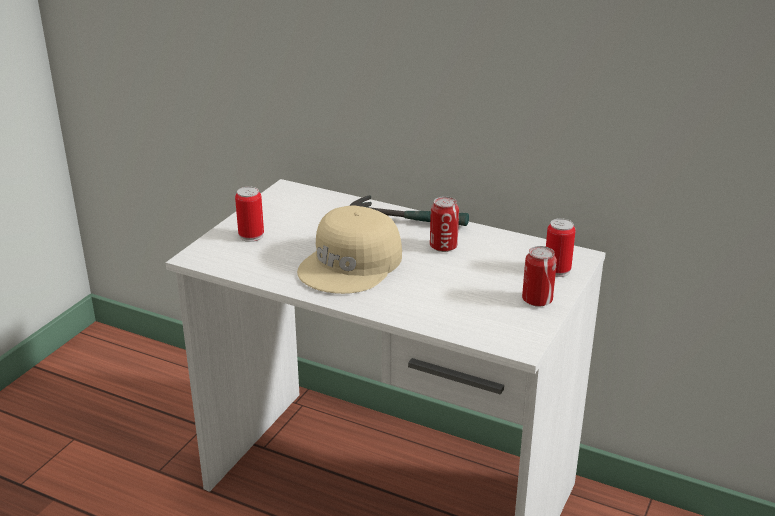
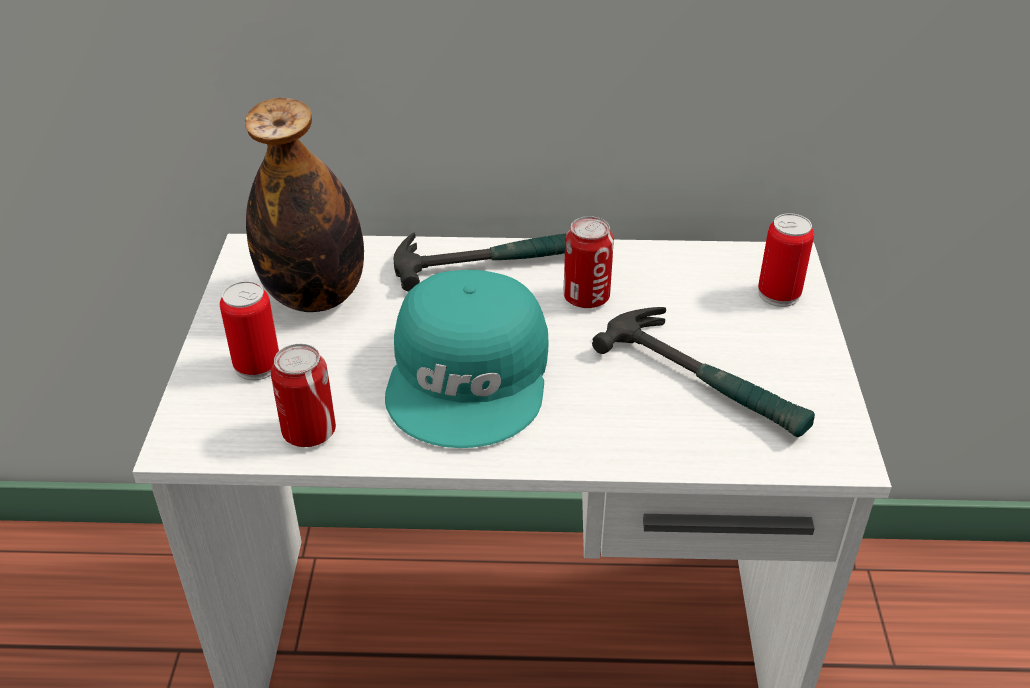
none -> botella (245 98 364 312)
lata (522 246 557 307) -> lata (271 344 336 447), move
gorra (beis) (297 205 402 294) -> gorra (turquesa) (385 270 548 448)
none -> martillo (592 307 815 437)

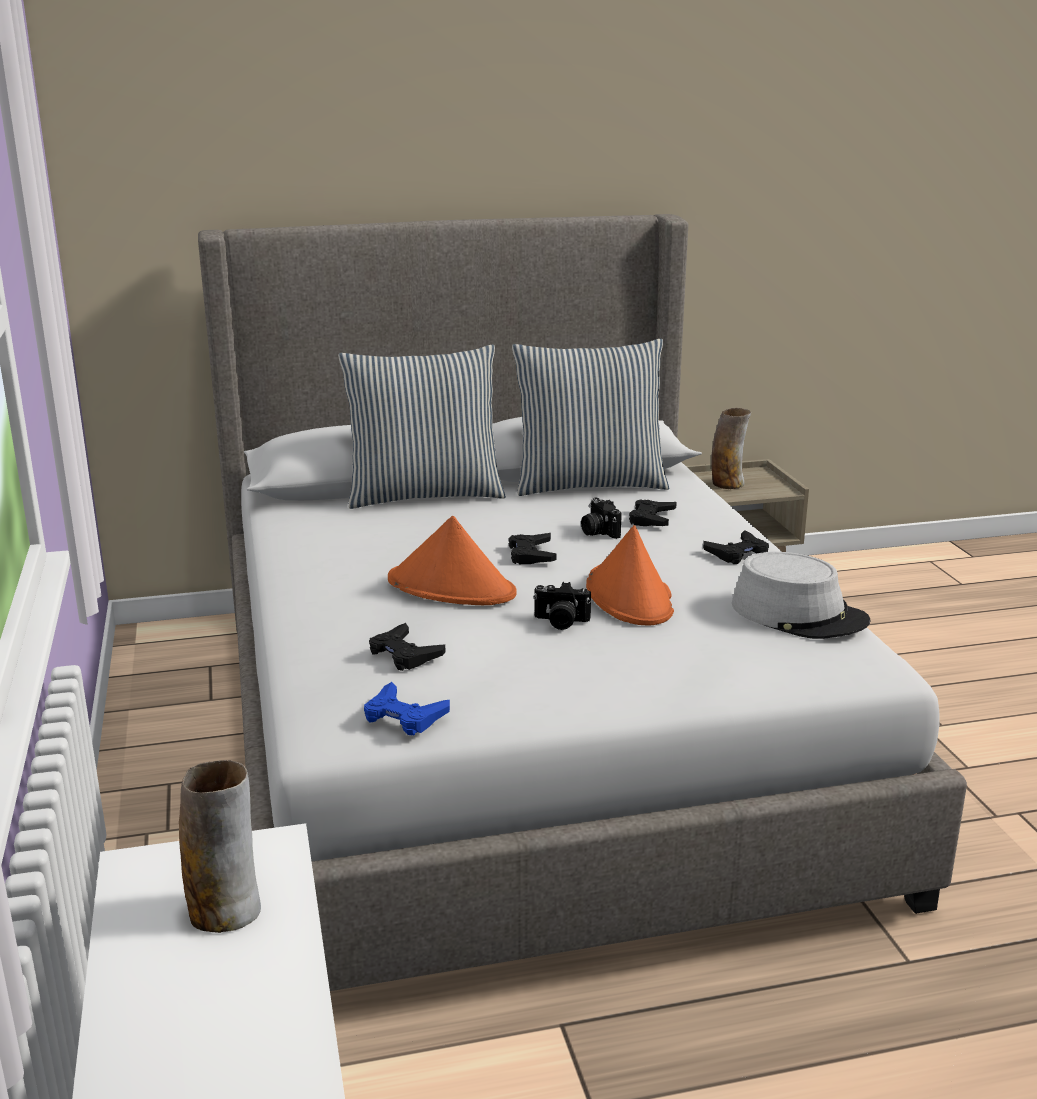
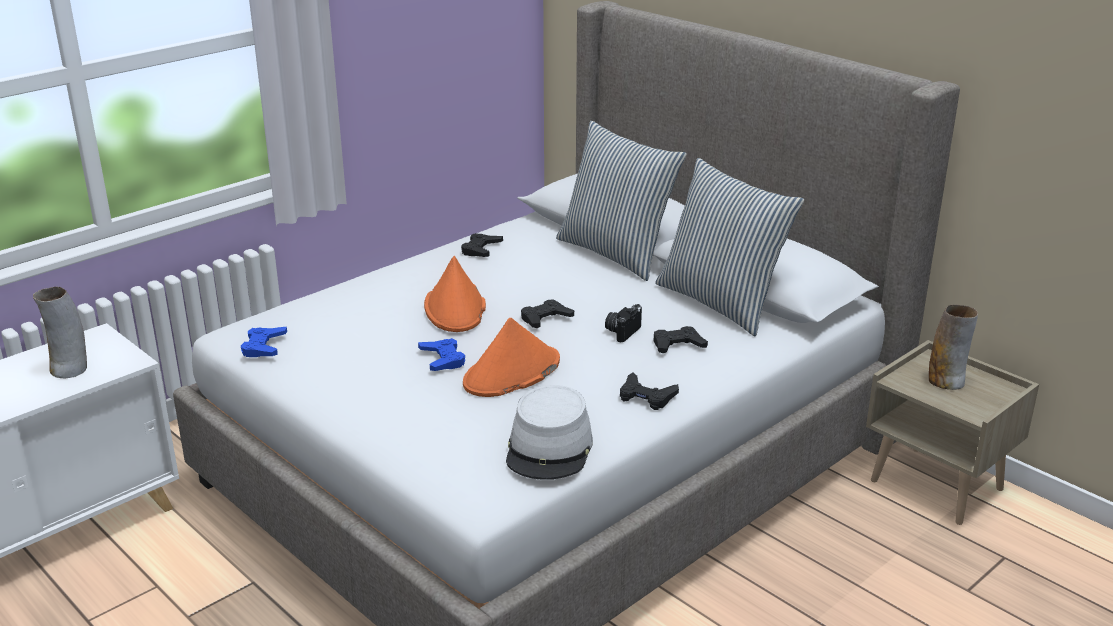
cámara (533 582 591 630) -> mando de consola (azul) (418 338 465 371)
mando de consola (negro) (369 623 445 671) -> mando de consola (negro) (461 233 503 257), move

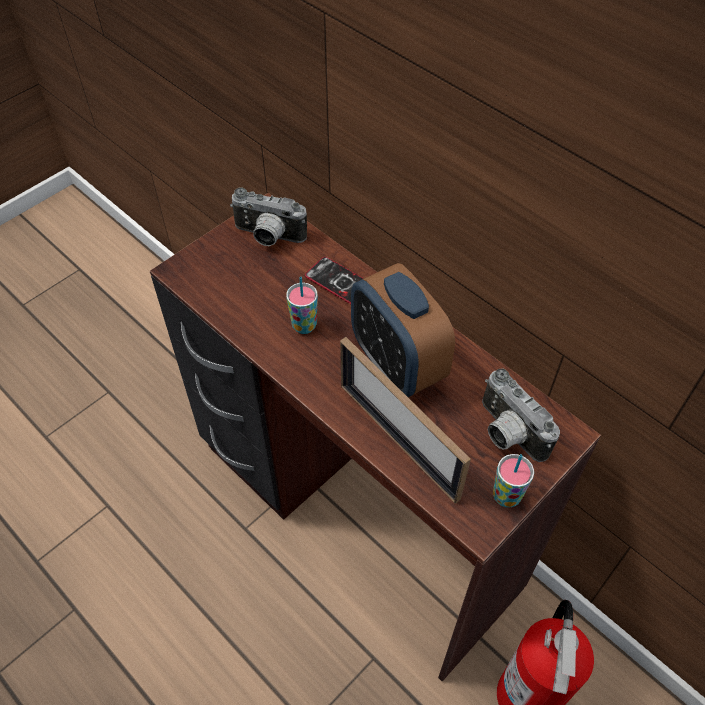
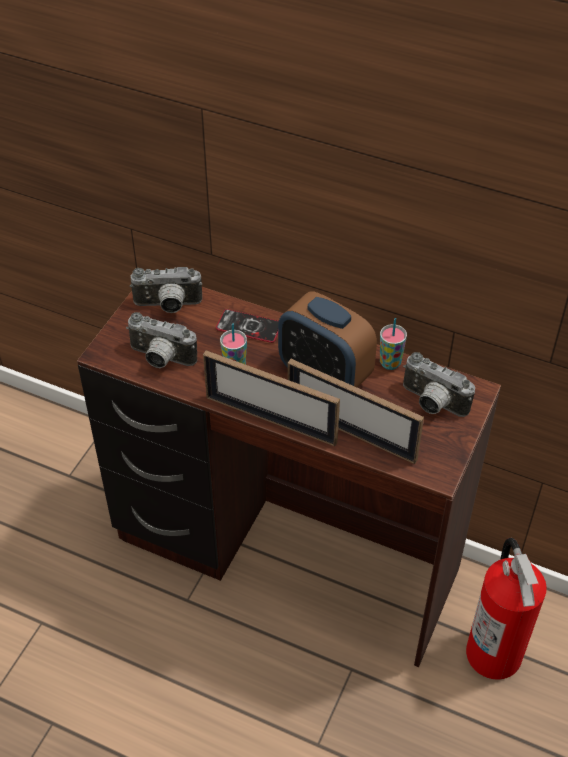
none -> cámara (126 312 197 368)
none -> portarretratos (203 350 340 446)
taza (493 454 534 508) -> taza (380 318 407 370), move

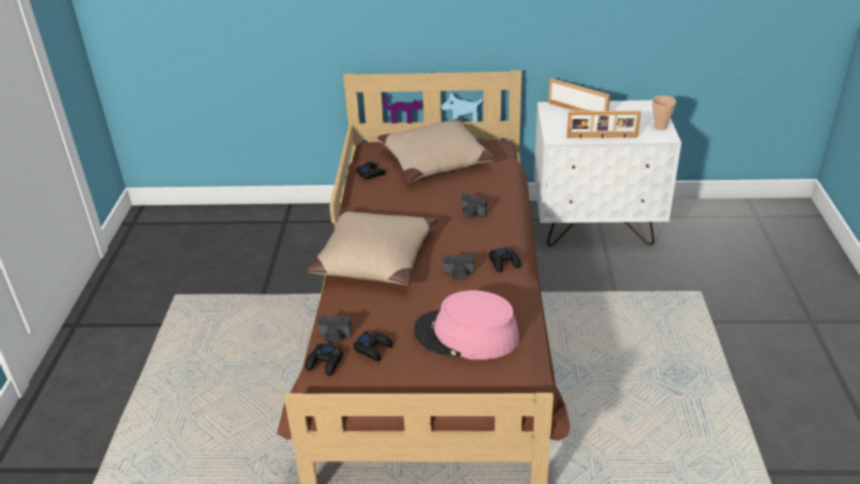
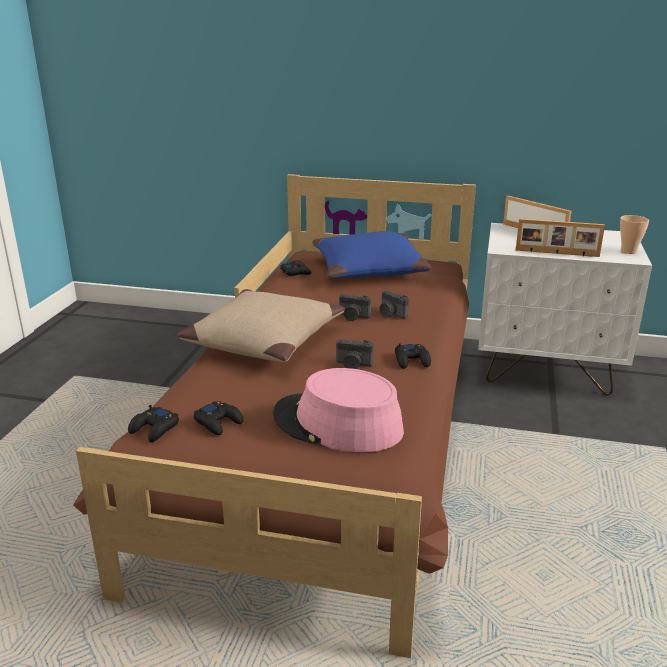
cojín (beis) (377 118 494 182) -> cojín (azul) (312 231 431 278)
cámara (317 315 352 344) -> cámara (339 294 371 321), move

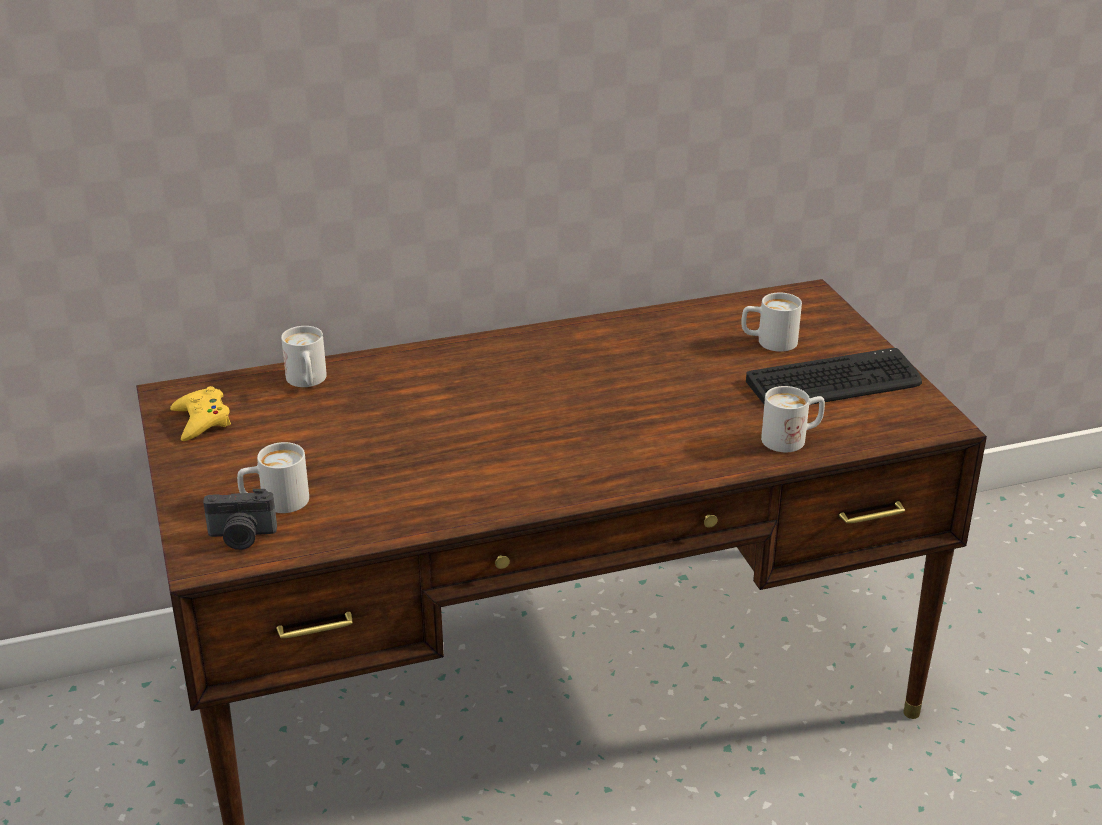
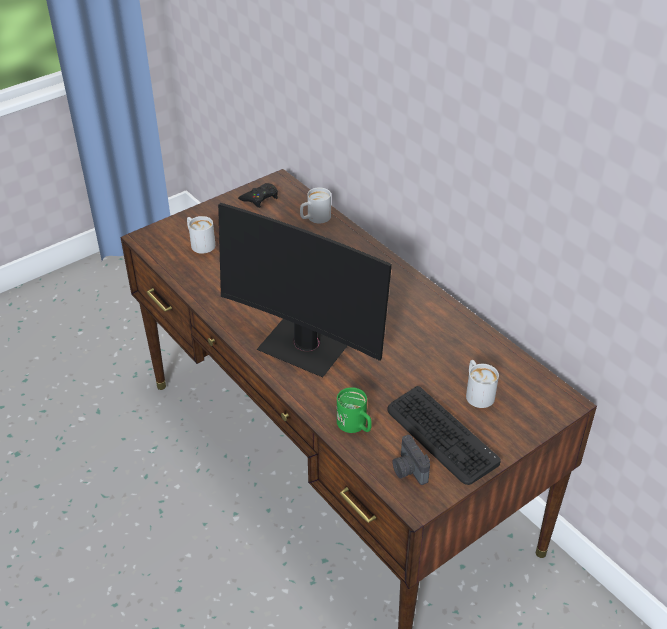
none -> monitor (218 203 392 377)
mando de consola (amarillo) (170 386 231 441) -> mando de consola (negro) (238 183 278 208)
taza grande (blanco) (761 386 825 452) -> taza grande (verde) (337 387 372 433)
cámara (203 489 277 550) -> cámara (393 435 430 485), move

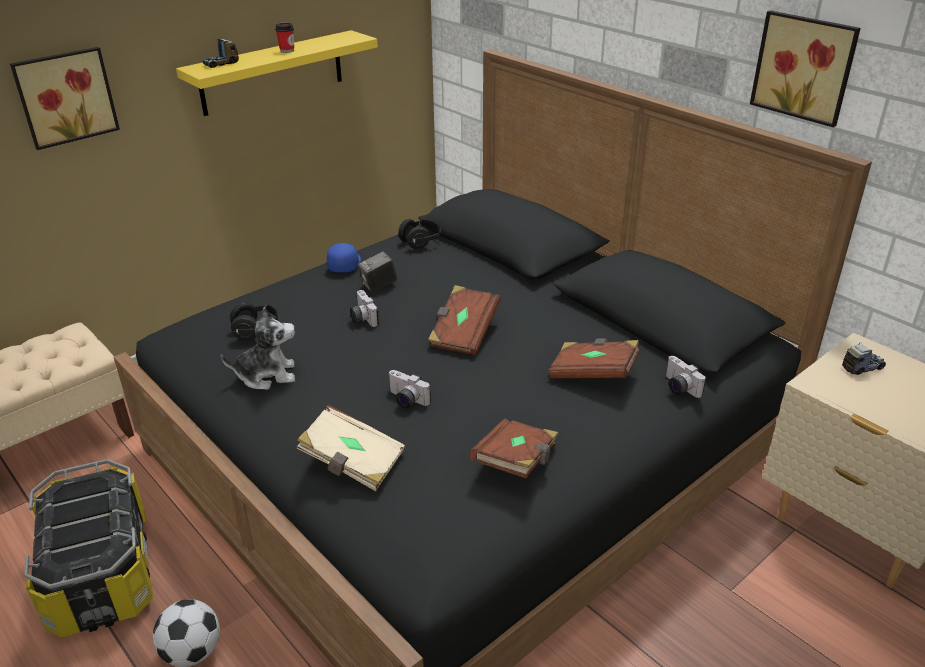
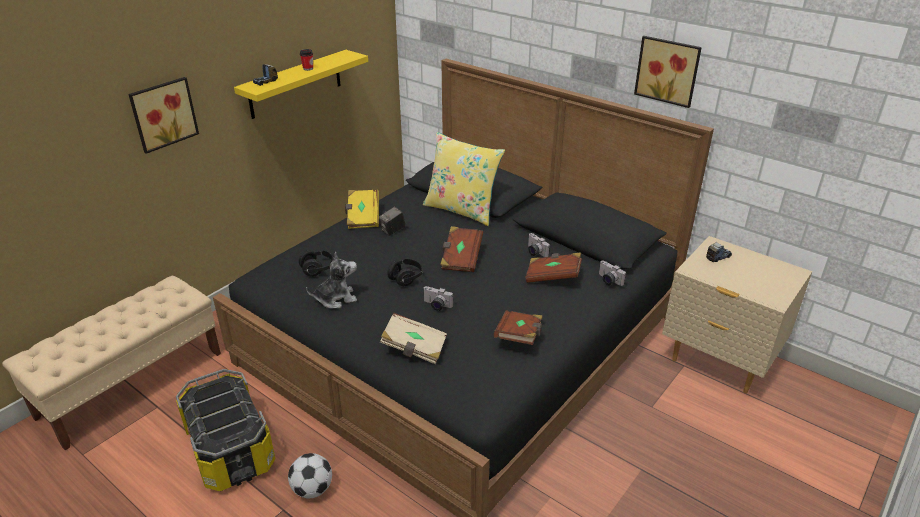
gorra (azul) (327 243 361 273) -> libro (amarillo) (345 190 379 229)
auriculares (negro) (398 219 441 249) -> auriculares (negro) (387 259 423 286), move
none -> cojín (amarillo) (423 132 505 226)
cámara (350 290 379 327) -> cámara (528 233 550 257), move

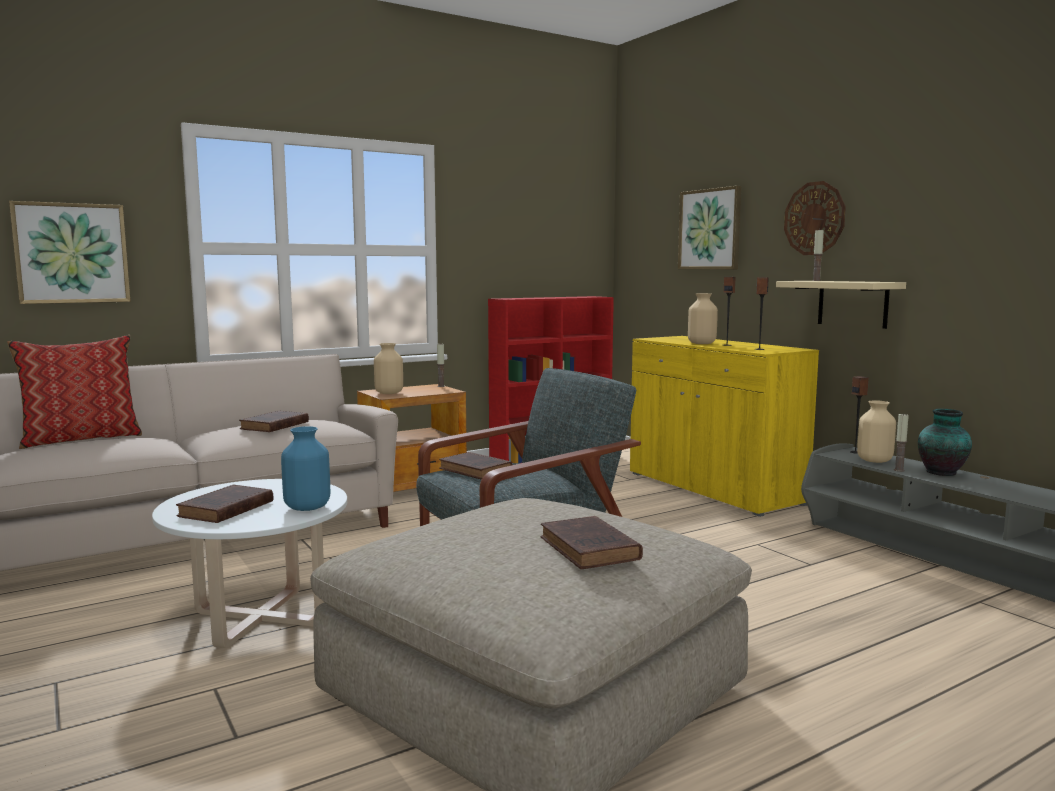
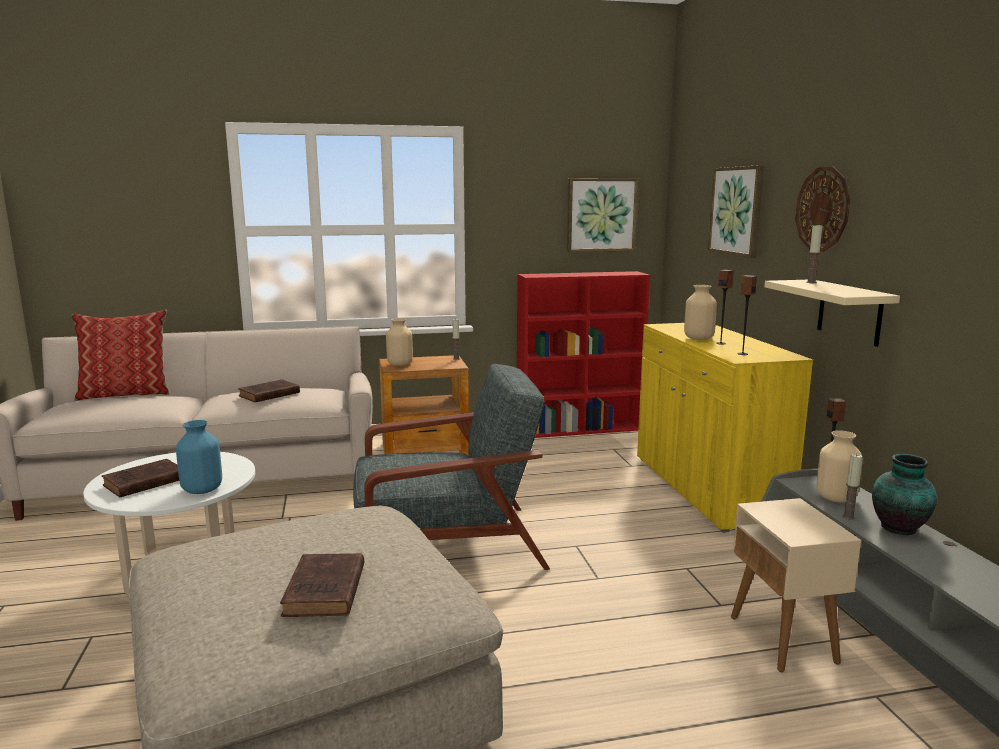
cuadro (9 201 131 304) -> cuadro (567 178 638 252), move
none -> mesa auxiliar (beis) (731 498 861 672)
libro (marrón) (439 452 513 480) -> none

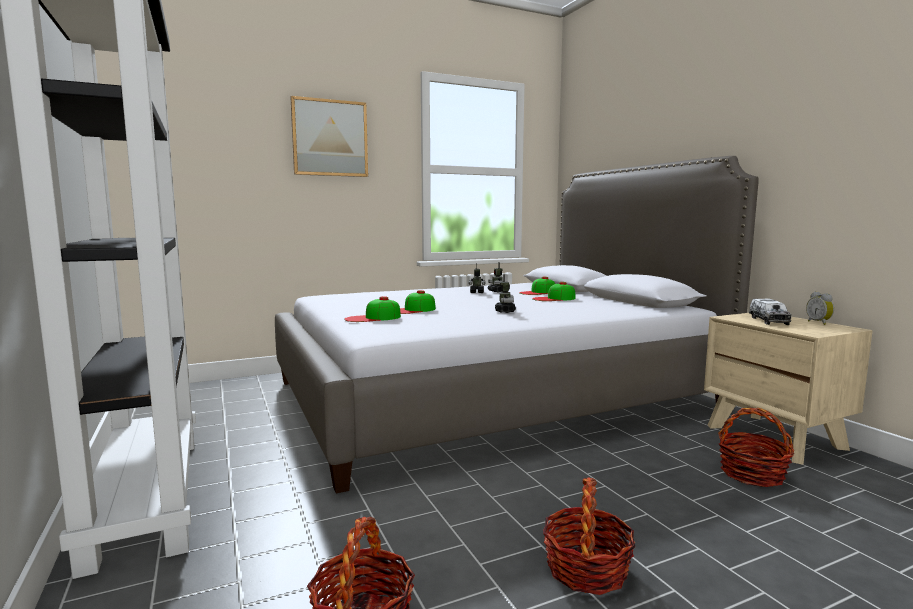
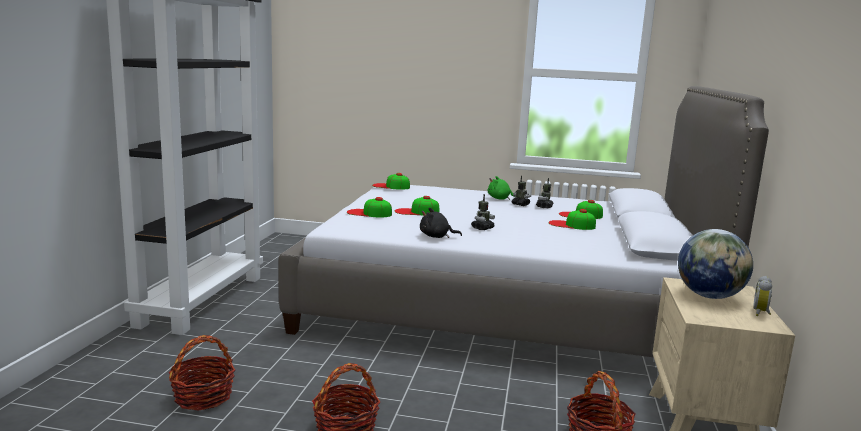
none -> gorra (372 173 410 190)
none -> peluche (negro) (420 207 462 238)
none -> peluche (verde) (488 176 516 200)
camión de juguete (749 299 792 325) -> globo terráqueo (678 229 753 299)
cuadro (291 96 368 177) -> none

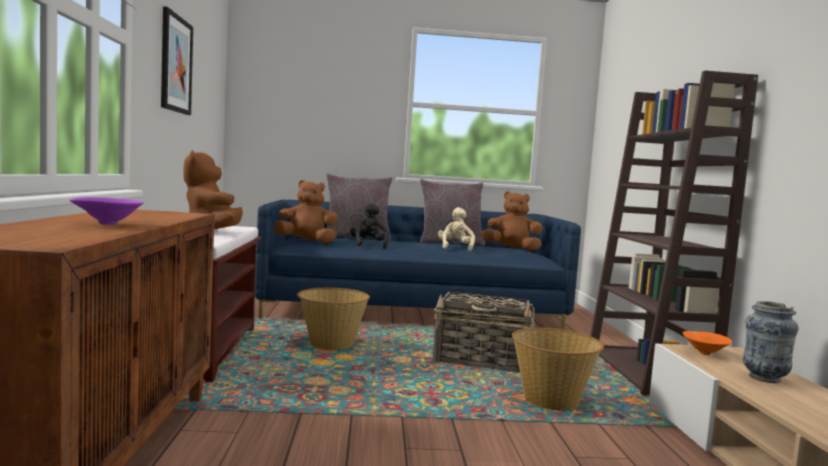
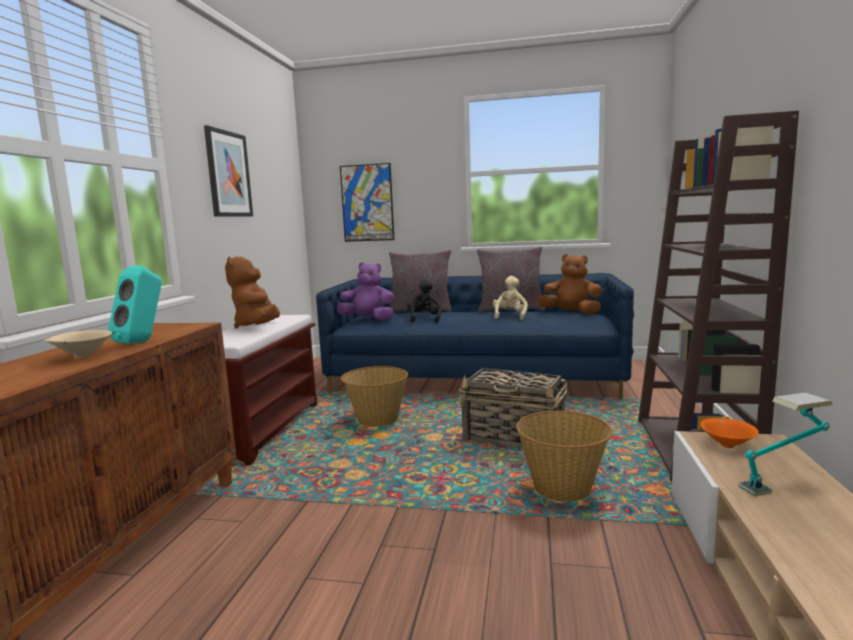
cuenco (morado) (69 197 144 225) -> cuenco (beis) (44 330 113 358)
none -> altavoz (turquesa) (108 266 162 343)
peluche (marrón) (274 180 338 243) -> peluche (morado) (337 262 394 321)
none -> cuadro (340 163 394 242)
florero (743 301 799 383) -> lámpara de mesa (738 392 833 496)

